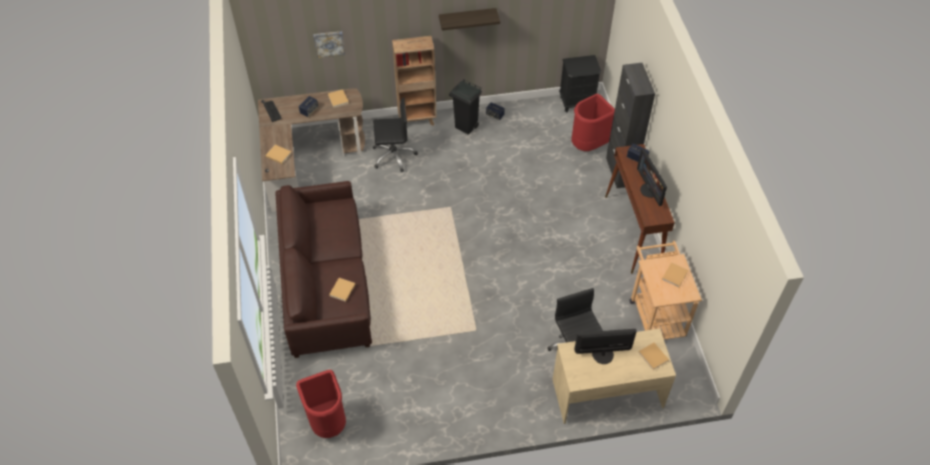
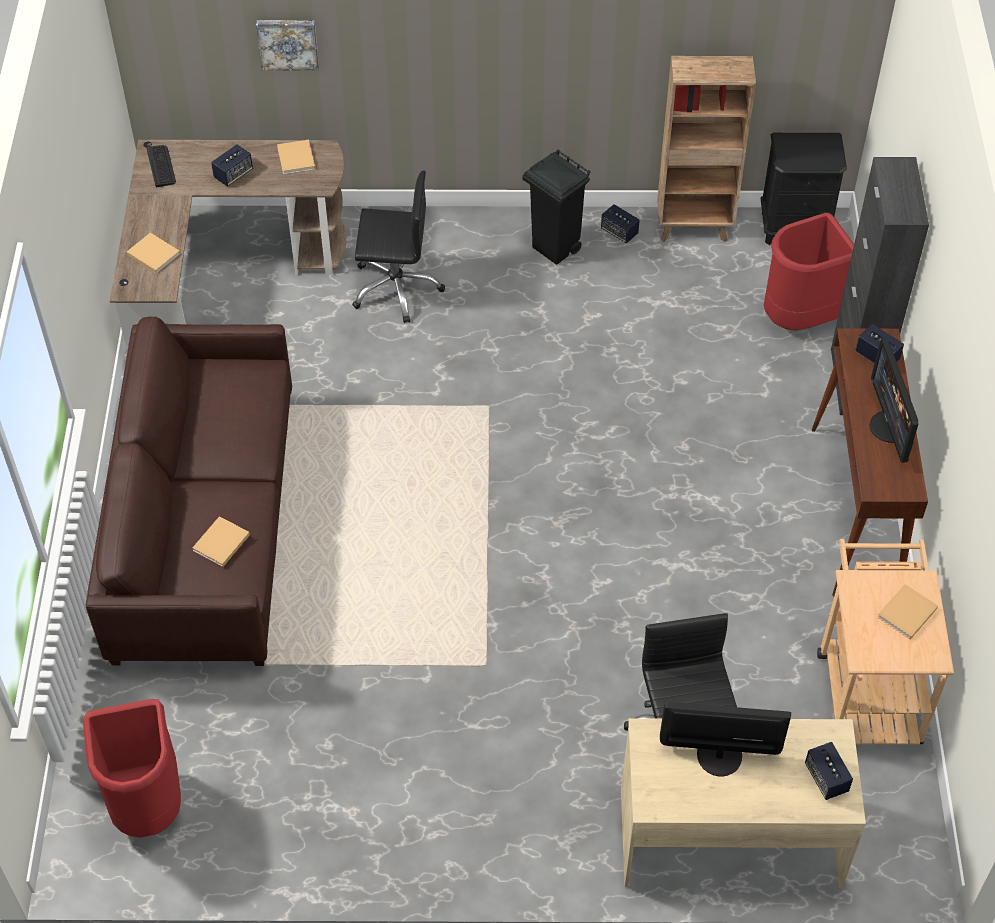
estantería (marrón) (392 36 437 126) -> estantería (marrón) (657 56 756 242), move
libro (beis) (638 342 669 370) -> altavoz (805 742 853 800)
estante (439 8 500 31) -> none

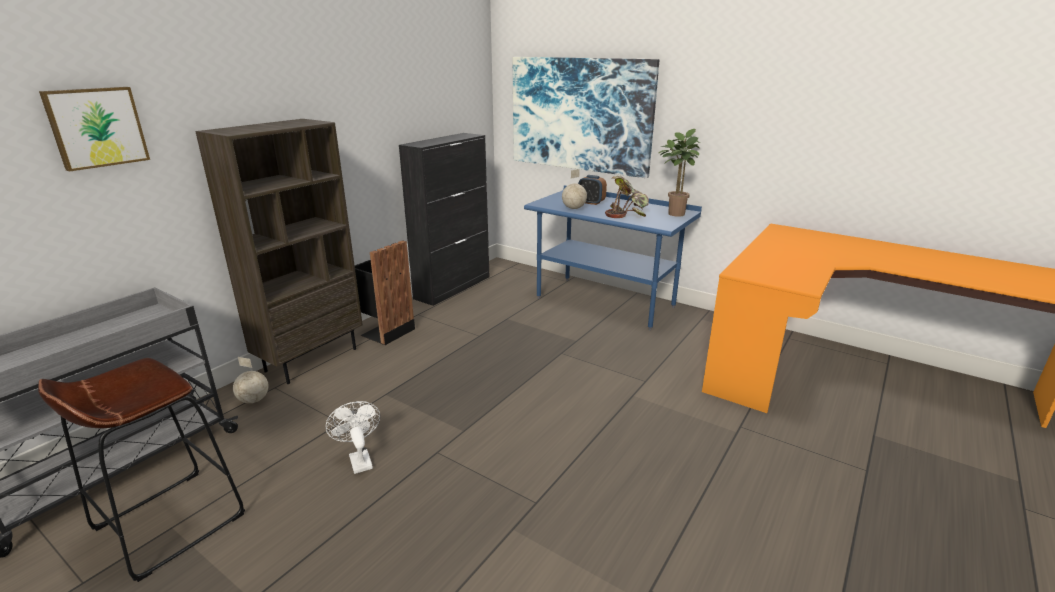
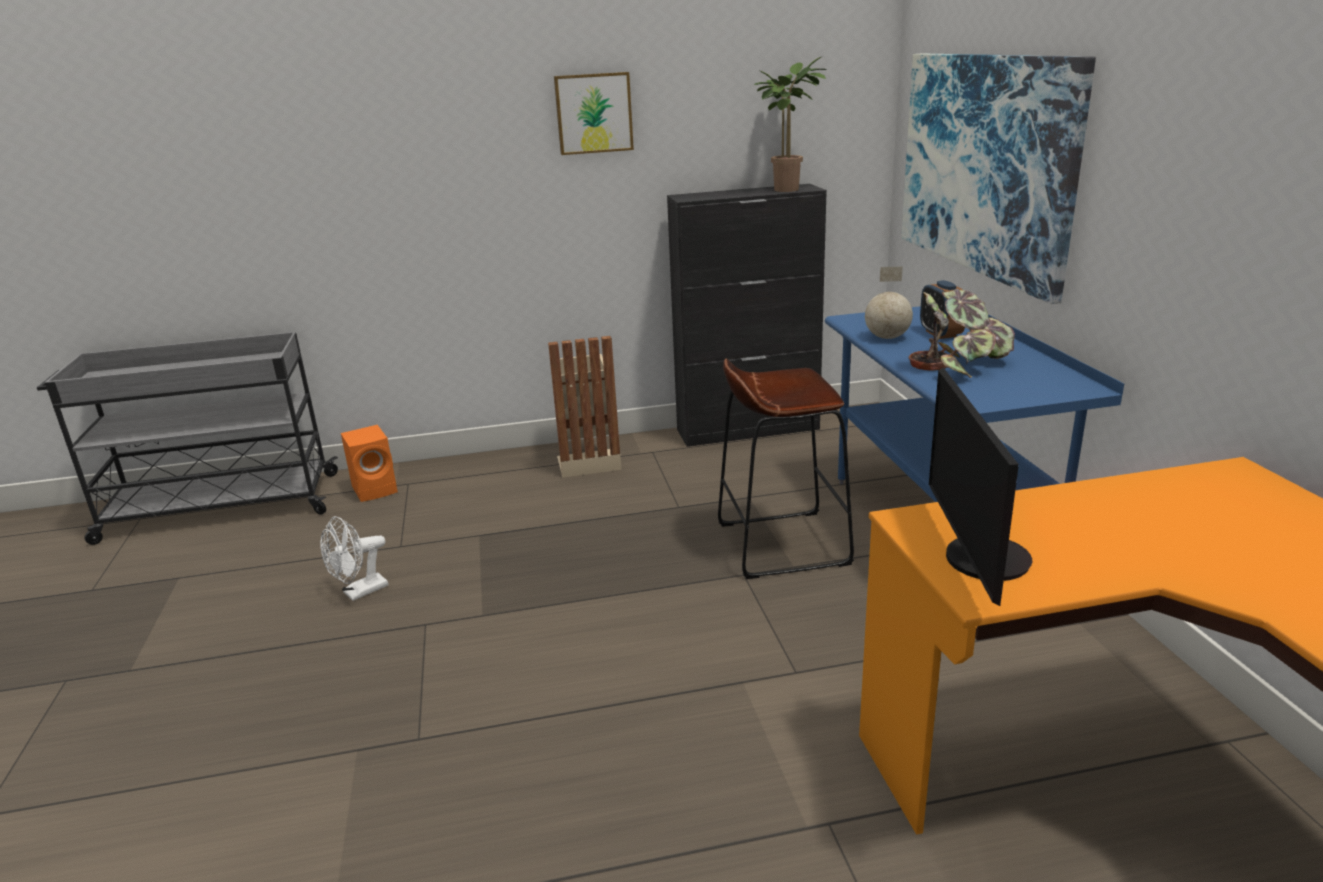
ventilador (blanco) (326 401 380 474) -> ventilador (blanco) (320 516 388 601), 150 degrees counterclockwise
globo terráqueo (233 357 269 403) -> altavoz (naranja) (341 425 398 502)
papelera (negro) (355 240 415 345) -> papelera (beis) (548 336 622 478)
cuadro (39 87 150 172) -> cuadro (554 72 634 155), move
taburete (marrón) (38 358 245 582) -> taburete (marrón) (718 358 854 579), move
planta en maceta (659 129 700 217) -> planta en maceta (754 56 826 192), move
none -> monitor (929 367 1032 606)
estantería (marrón) (195 119 363 384) -> none

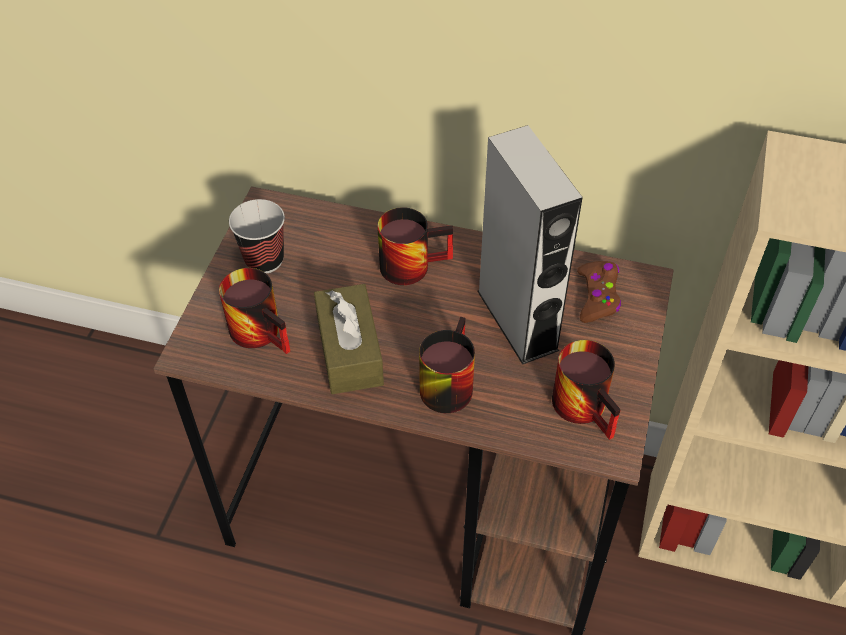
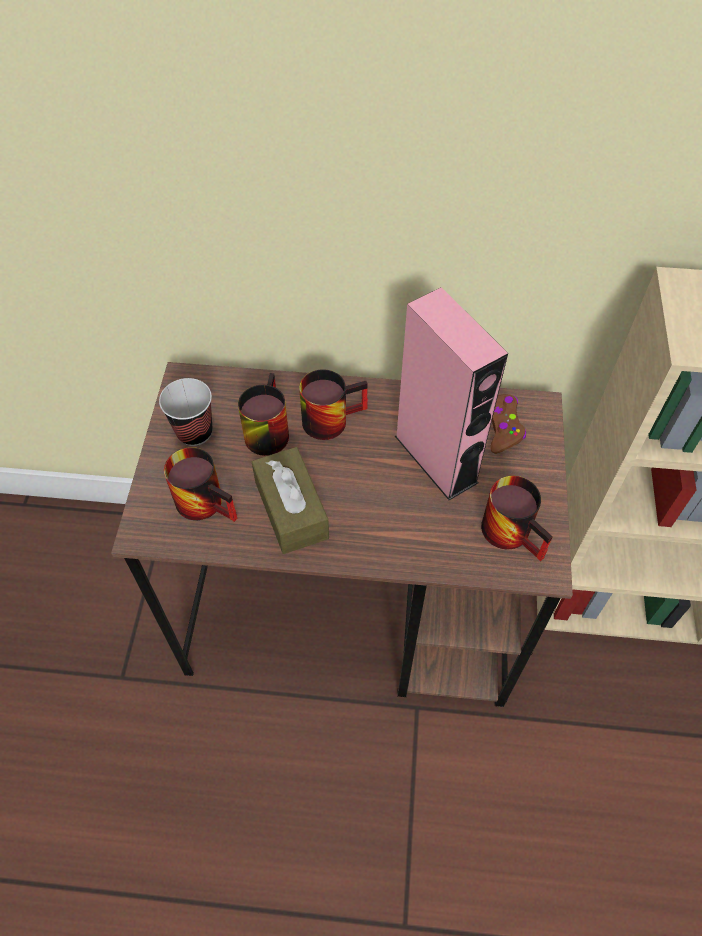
taza grande (419 317 475 413) -> taza grande (238 373 289 456), move
altavoz (gris) (477 125 583 365) -> altavoz (rosa) (395 287 508 500)

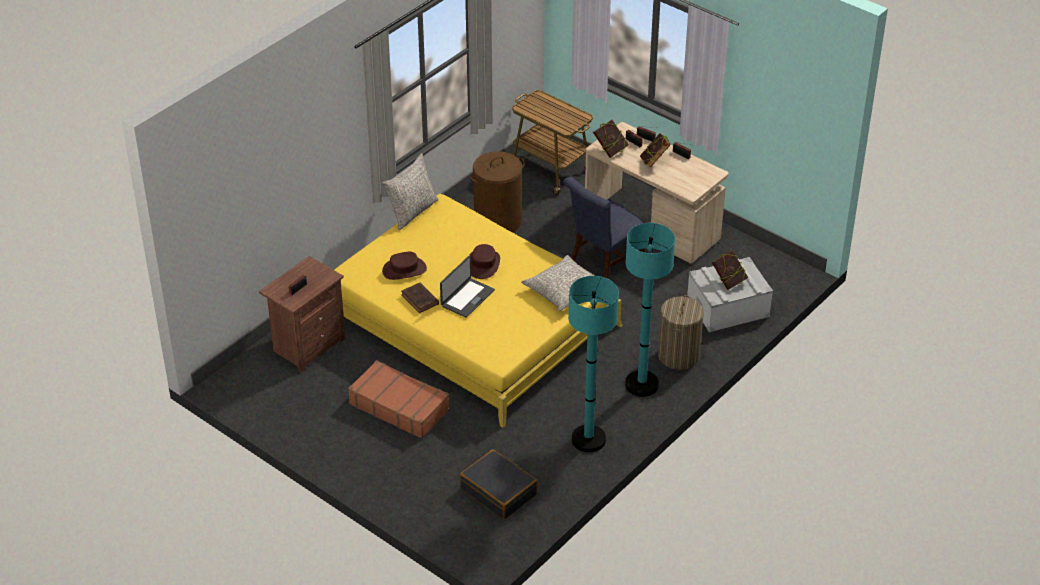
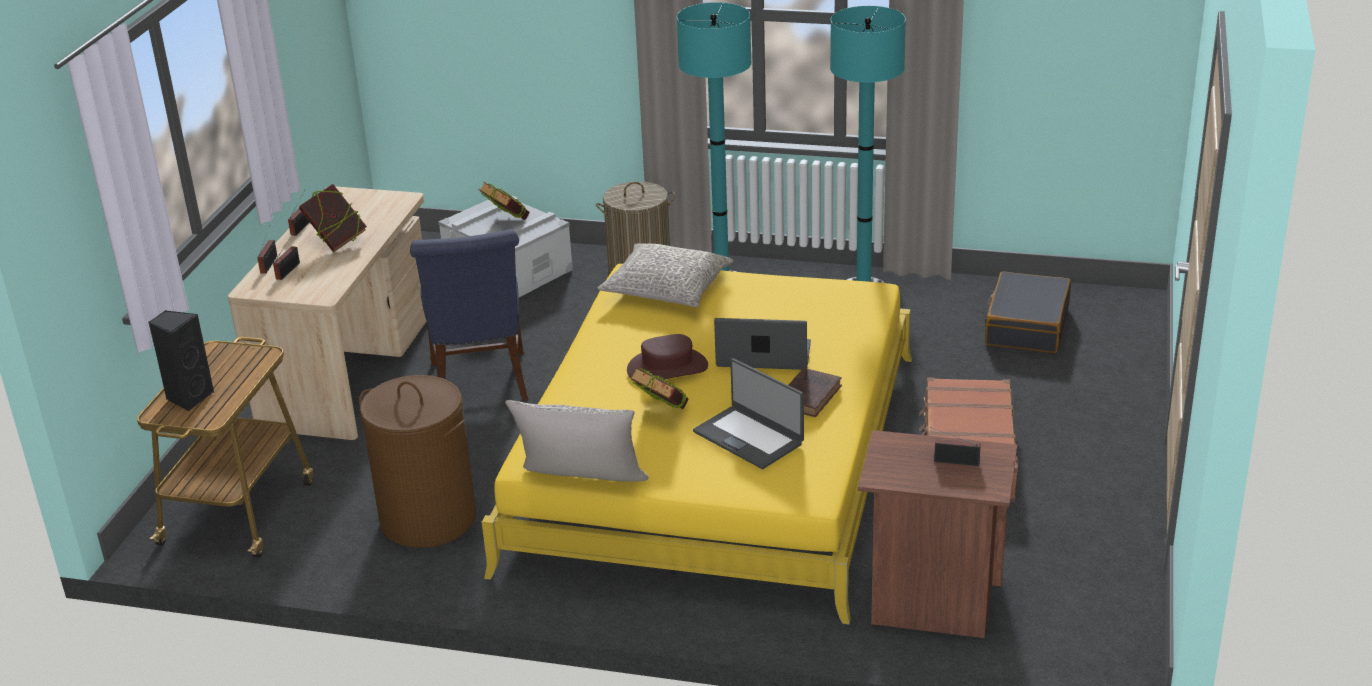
none -> altavoz (negro) (148 310 214 411)
silla (azul) (563 177 646 279) -> silla (azul) (410 229 528 401), 60 degrees clockwise
libro (593 120 629 158) -> libro (630 368 688 409), move
sombrero (marrón) (382 252 427 280) -> portátil (693 358 804 469)

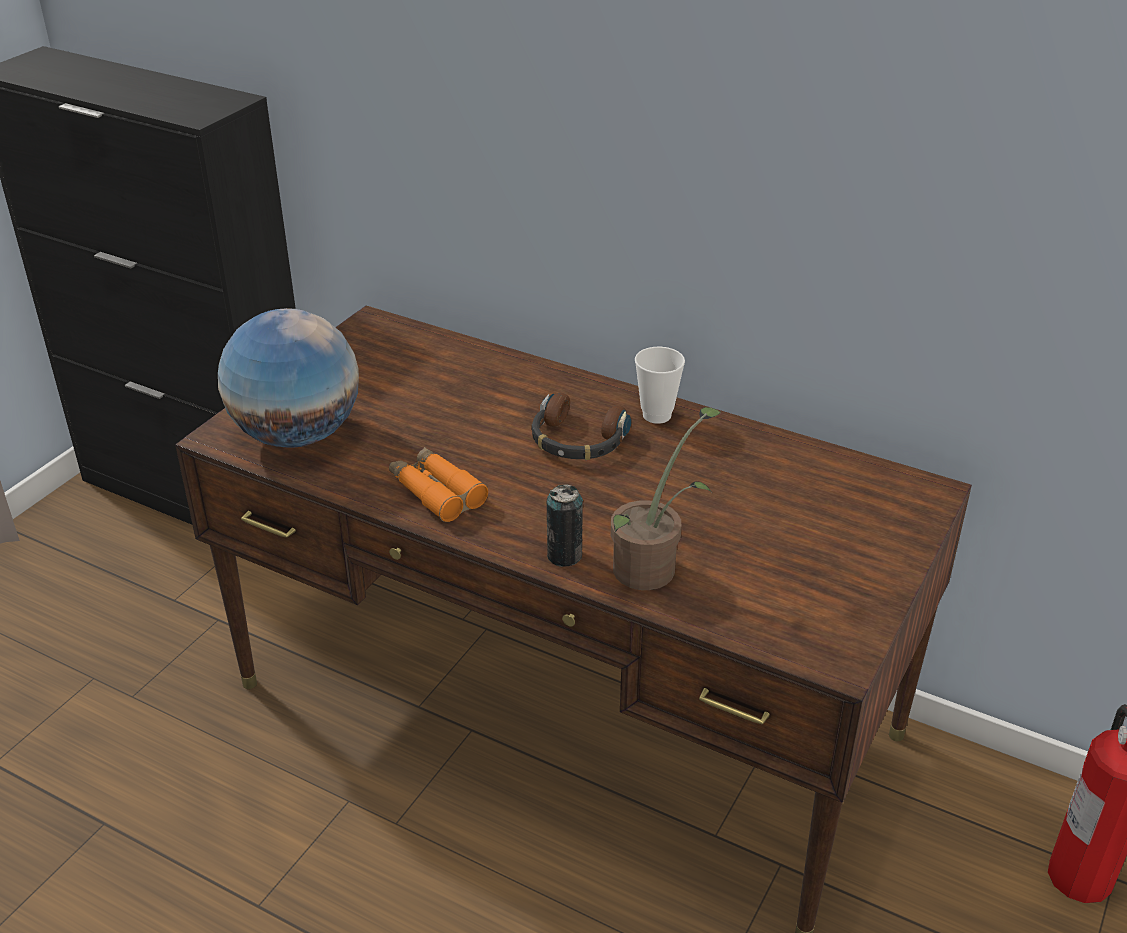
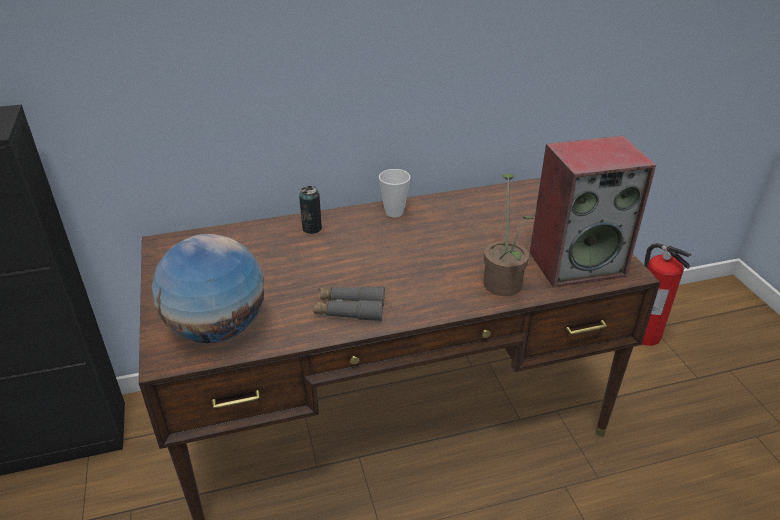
lata (547 485 583 567) -> lata (299 186 322 234), move
prismáticos (naranja) (389 447 488 522) -> prismáticos (gris) (313 286 385 321)
none -> altavoz (530 136 656 288)
auriculares (531 393 631 460) -> none

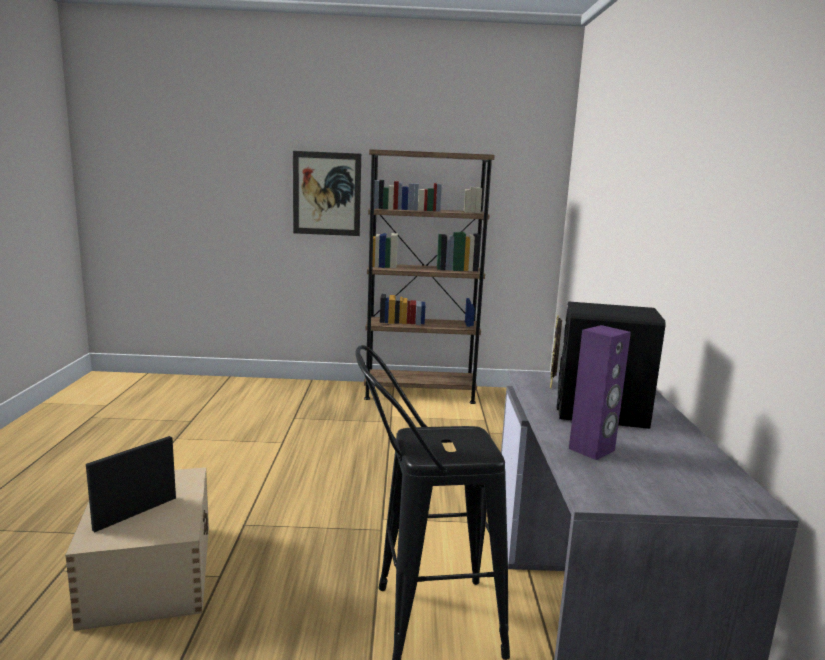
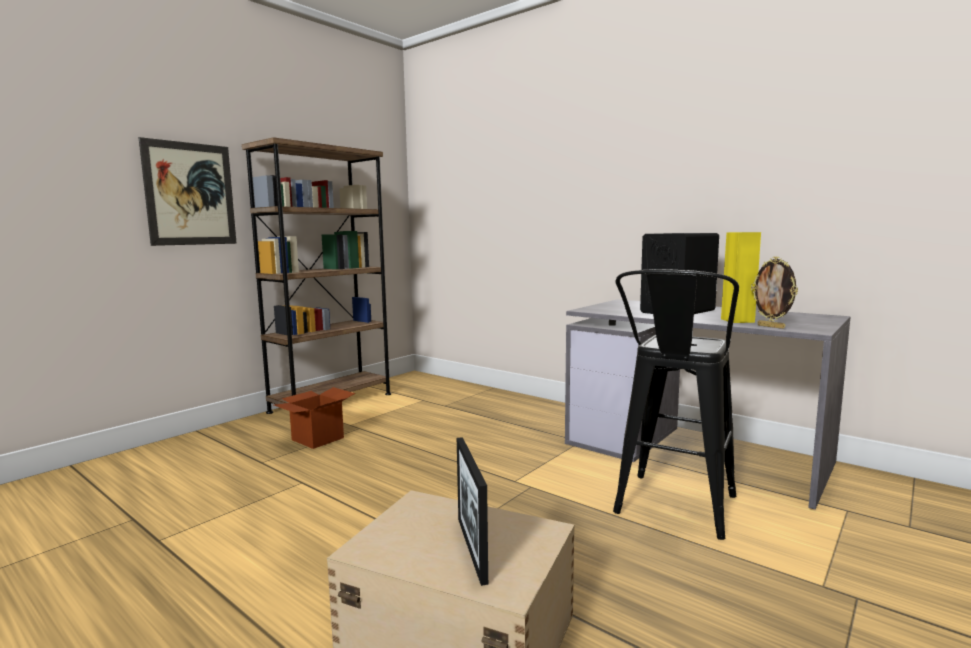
none -> caja de cartón (274 387 355 449)
altavoz (morado) (569 325 631 460) -> altavoz (amarillo) (721 232 761 323)
portarretratos (550 315 562 388) -> portarretratos (751 256 798 329), move

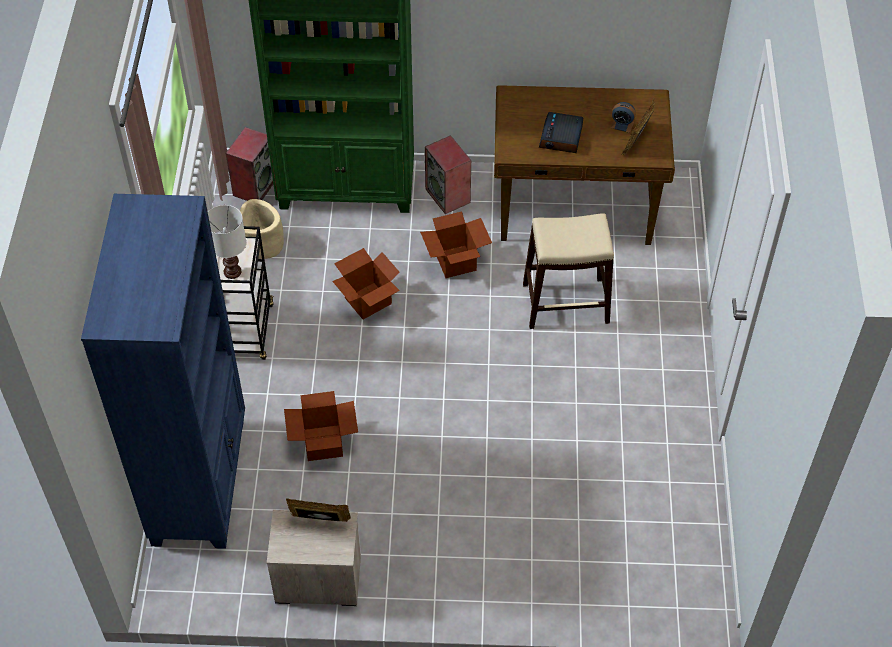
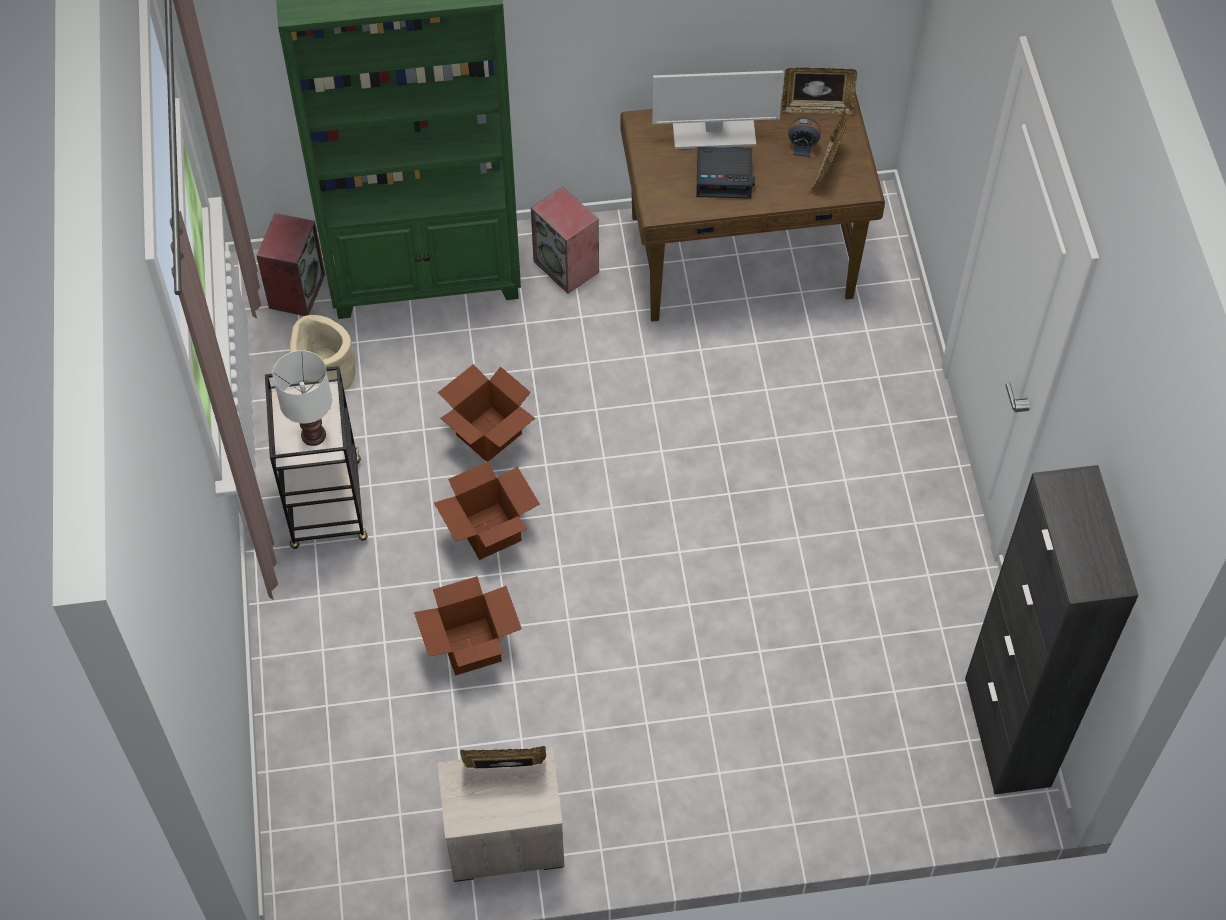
caja de cartón (420 211 492 278) -> caja de cartón (434 461 540 560), move
none -> monitor (652 70 784 149)
despertador (539 112 583 153) -> despertador (696 147 755 199), 90 degrees counterclockwise
none -> portarretratos (782 68 857 115)
none -> armario (negro) (965 465 1139 795)
estantería (azul) (81 194 245 549) -> none
taburete (beis) (523 213 614 329) -> none

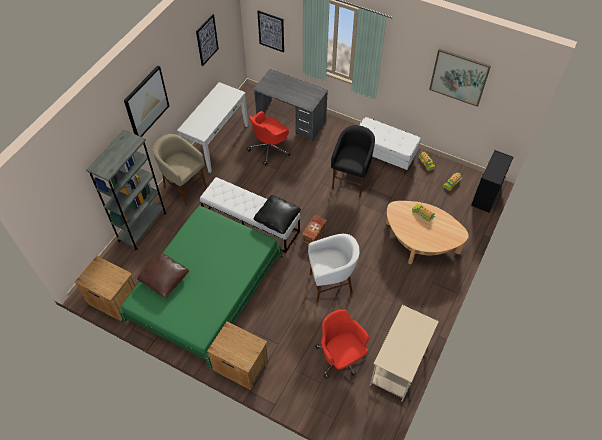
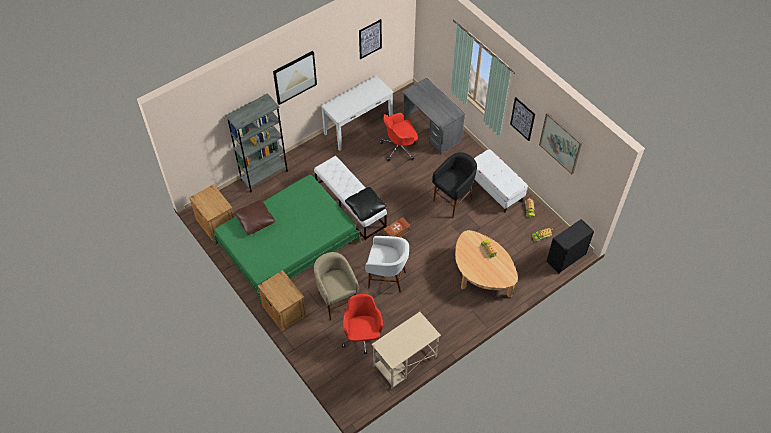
taburete (beis) (153 134 207 206) -> taburete (beis) (314 252 359 320), move
cuadro (257 10 284 52) -> cuadro (510 97 535 141), move

